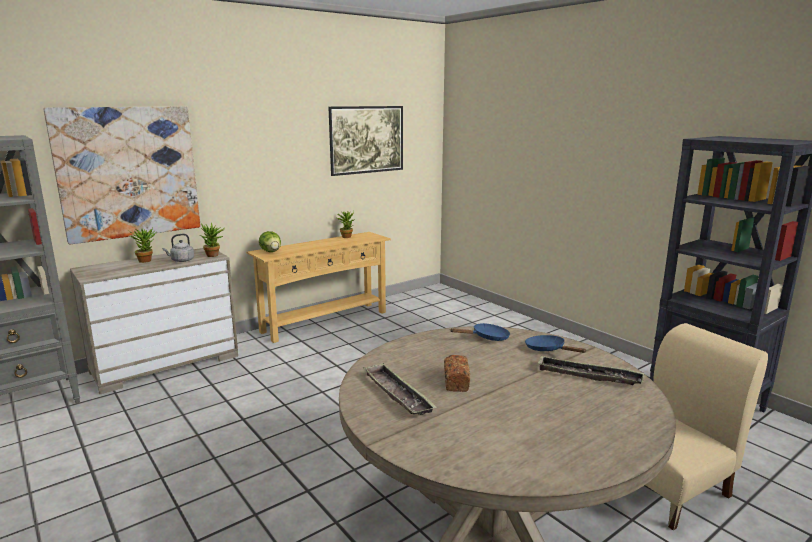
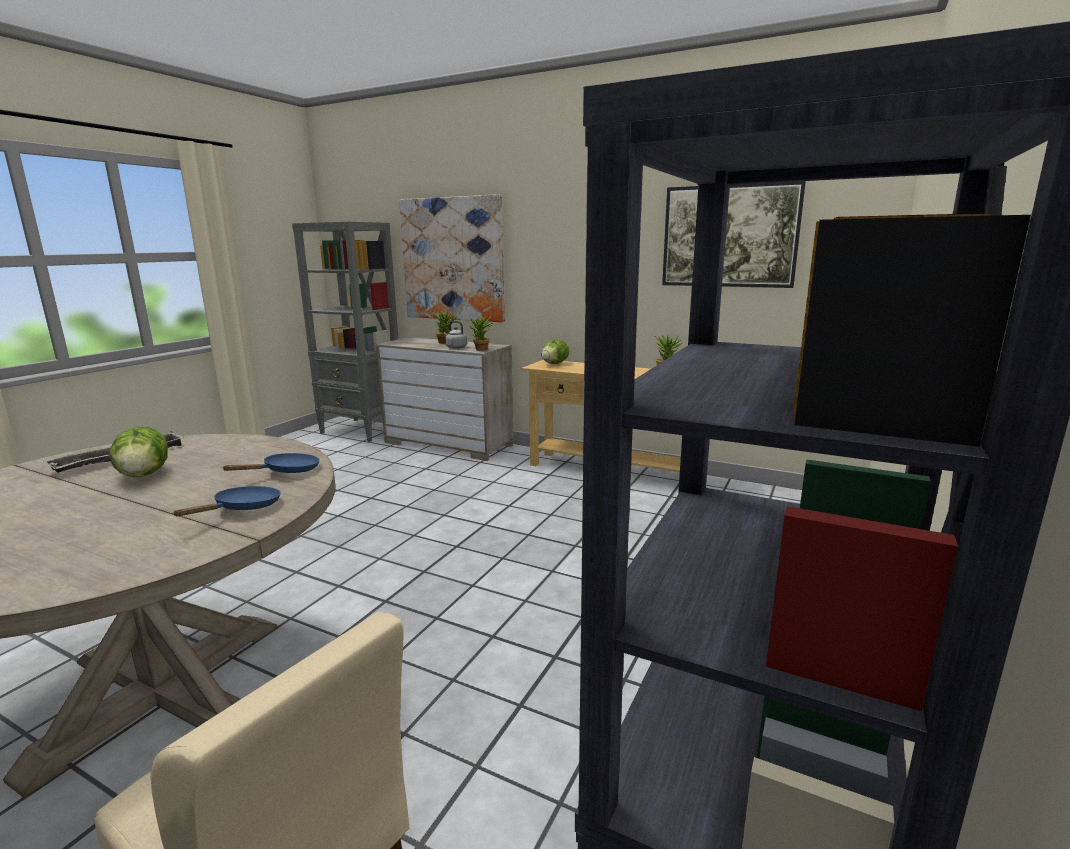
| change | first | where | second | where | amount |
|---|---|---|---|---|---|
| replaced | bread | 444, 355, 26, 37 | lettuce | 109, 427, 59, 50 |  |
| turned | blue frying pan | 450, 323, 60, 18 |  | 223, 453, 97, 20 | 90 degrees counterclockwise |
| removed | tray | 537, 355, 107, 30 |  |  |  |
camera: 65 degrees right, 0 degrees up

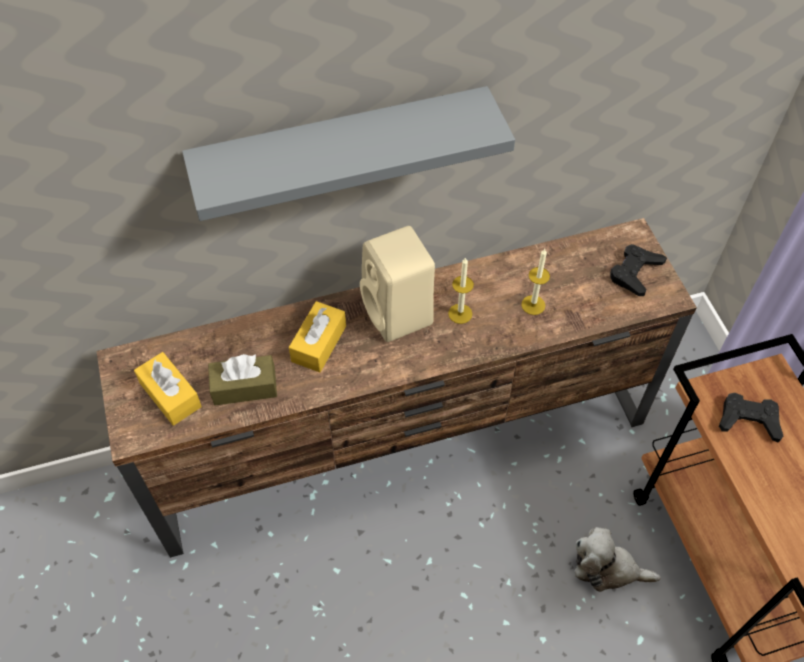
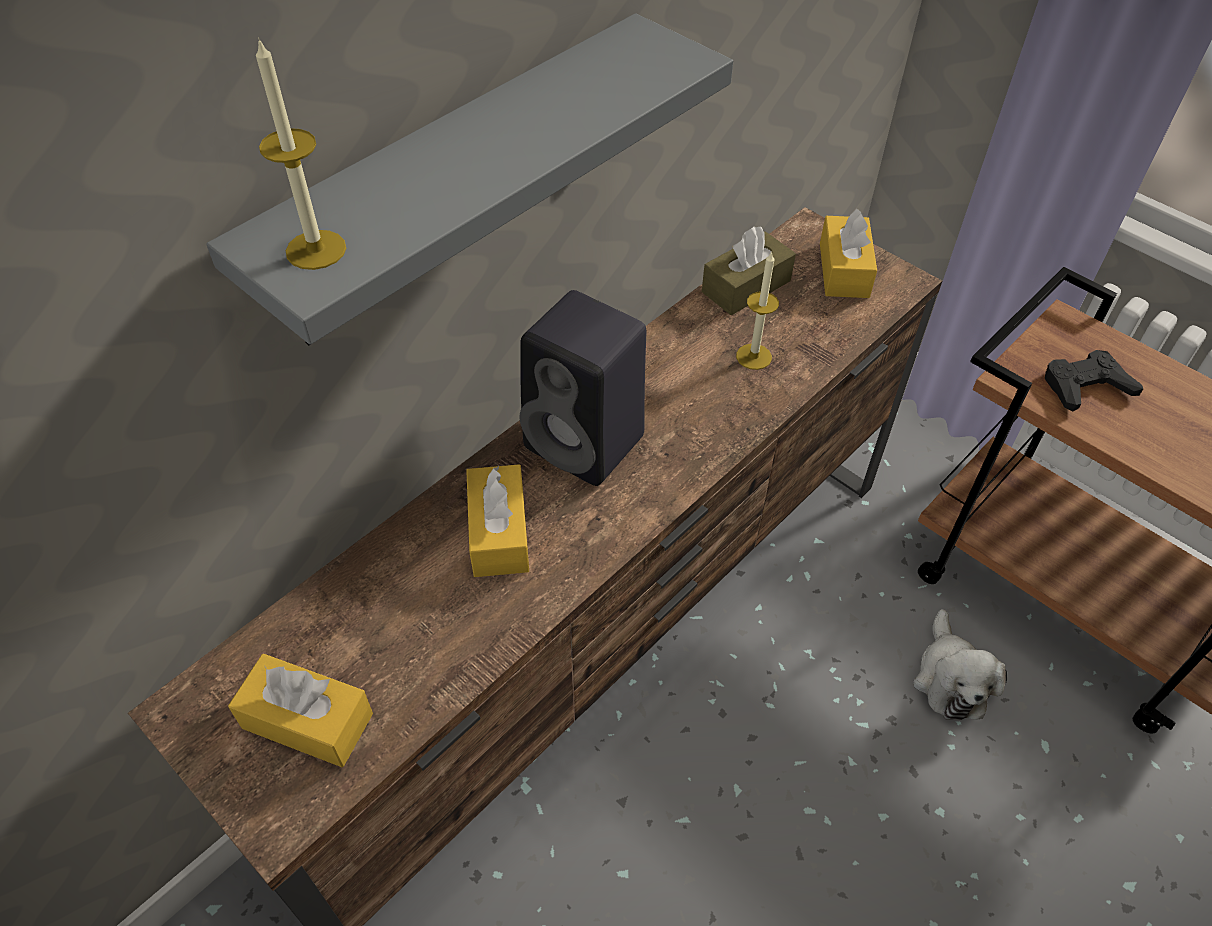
| change | first | where | second | where | amount |
|---|---|---|---|---|---|
| moved | brown tissue box | 208, 354, 69, 51 |  | 702, 227, 94, 88 |  |
| recoloured | beige speaker | 360, 226, 75, 116 | black speaker | 520, 290, 126, 196 |  |
| moved | candle | 448, 257, 26, 67 |  | 256, 37, 90, 233 |  |
| turned | plush toy | 575, 527, 86, 65 |  | 913, 609, 94, 111 | 75 degrees counterclockwise |
| replaced | black game controller | 610, 244, 57, 52 | yellow tissue box | 820, 208, 57, 90 |  |
camera: 30 degrees left, 5 degrees down

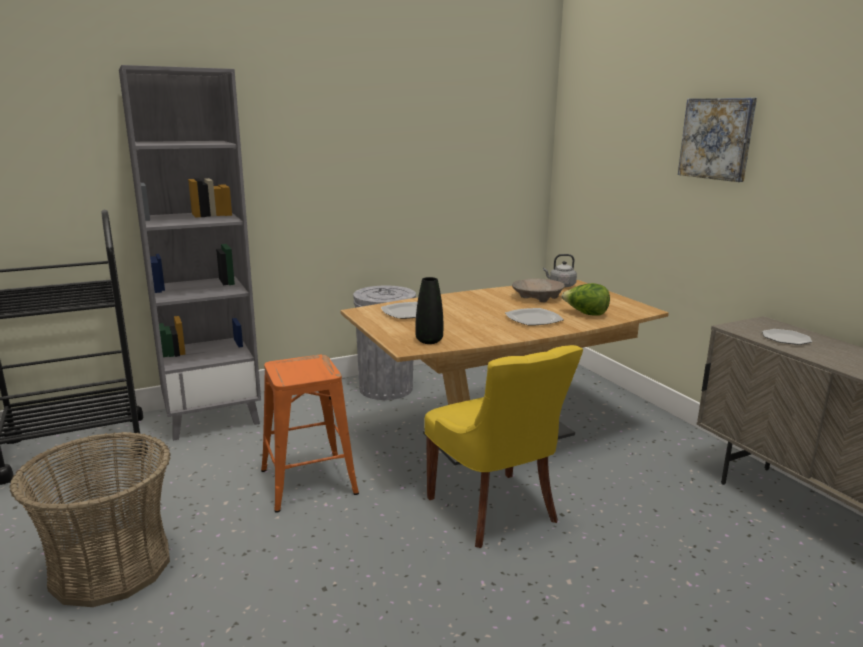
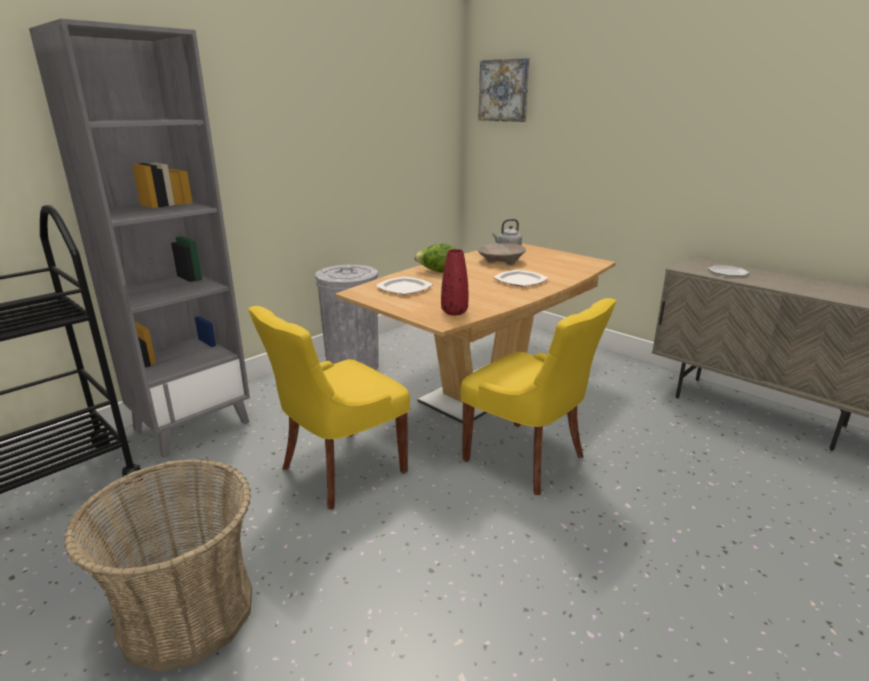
| change | first | where | second | where | amount |
|---|---|---|---|---|---|
| replaced | orange stool | 261, 355, 98, 158 | yellow chair | 248, 306, 162, 203 |  |
| recoloured | black vase | 415, 277, 28, 67 | red vase | 441, 249, 28, 66 |  |
| moved | lettuce | 562, 283, 48, 33 |  | 414, 243, 41, 30 |  |
| moved | picture | 678, 98, 79, 84 |  | 478, 58, 52, 64 |  |
camera: 20 degrees left, 5 degrees up

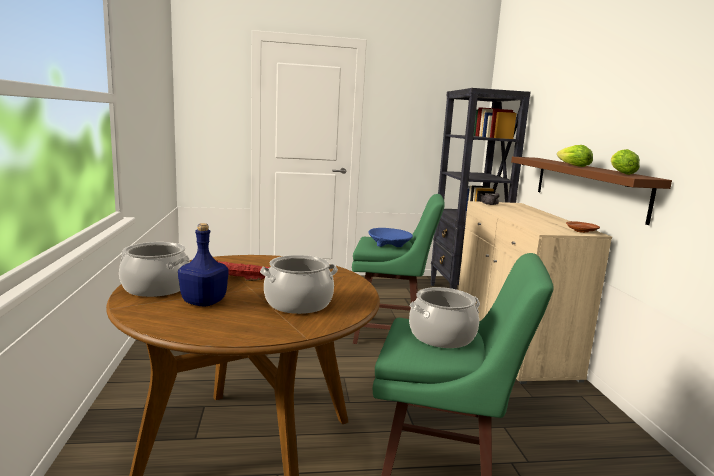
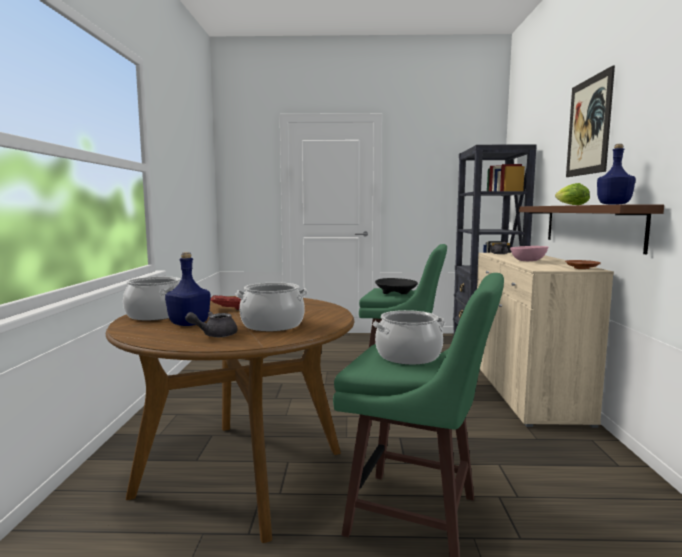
| change | first | where | second | where | amount |
|---|---|---|---|---|---|
| recoloured | blue bowl | 368, 228, 45, 19 | black bowl | 375, 278, 43, 16 |  |
| replaced | lettuce | 611, 149, 29, 26 | blue bottle | 597, 144, 39, 61 |  |
| added |  |  | grey teapot | 185, 311, 53, 26 |  |
| added |  |  | pink bowl | 510, 246, 38, 15 |  |
| added |  |  | picture | 566, 65, 49, 112 |  |
camera: 10 degrees right, 5 degrees down

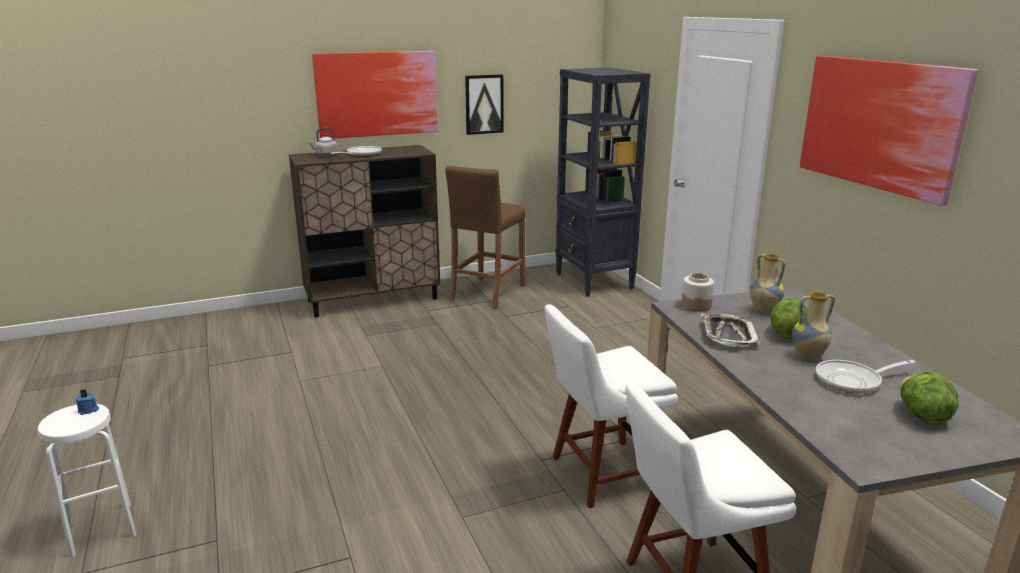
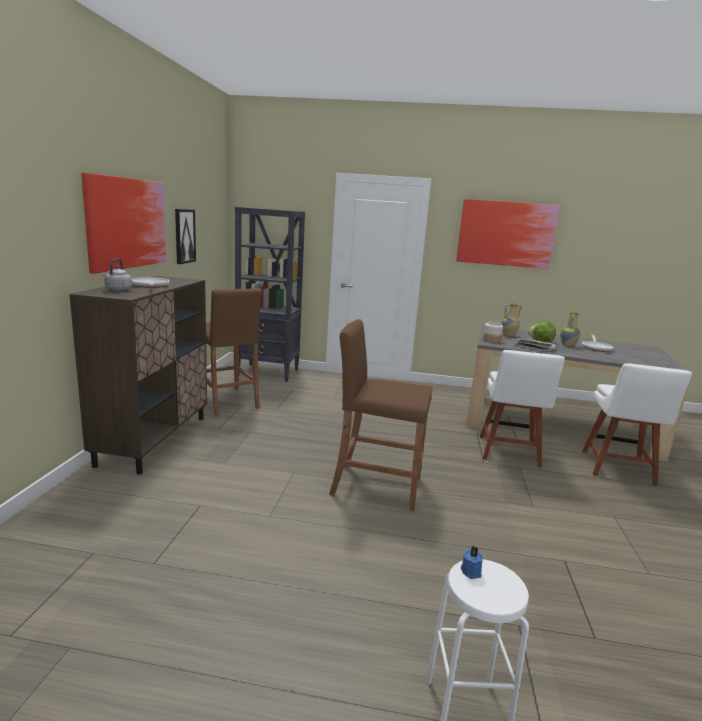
| change | first | where | second | where | amount |
|---|---|---|---|---|---|
| removed | lettuce | 900, 371, 59, 54 |  |  |  |
| added |  |  | brown stool | 329, 319, 103, 192 |  |
camera: 60 degrees left, 5 degrees down

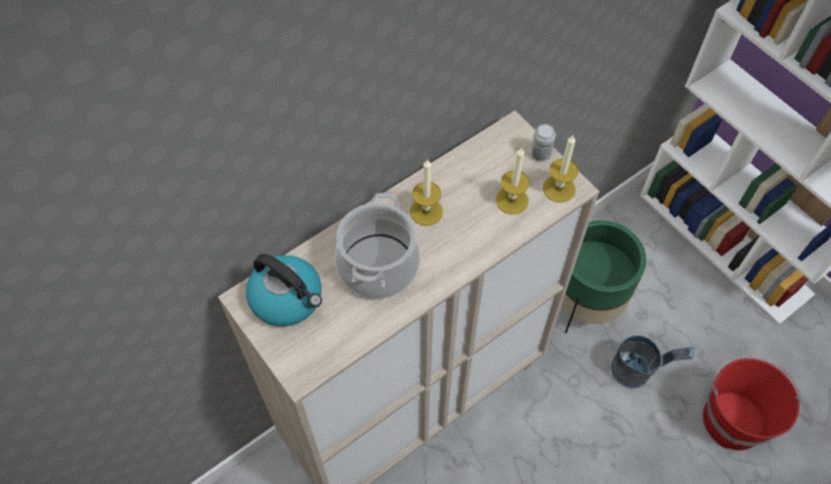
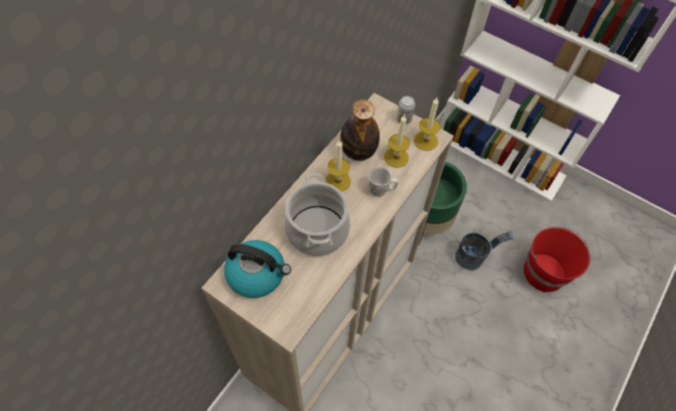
| change | first | where | second | where | amount |
|---|---|---|---|---|---|
| added |  |  | bottle | 340, 100, 40, 61 |  |
| added |  |  | white mug | 369, 167, 30, 30 |  |
camera: 20 degrees left, 0 degrees up

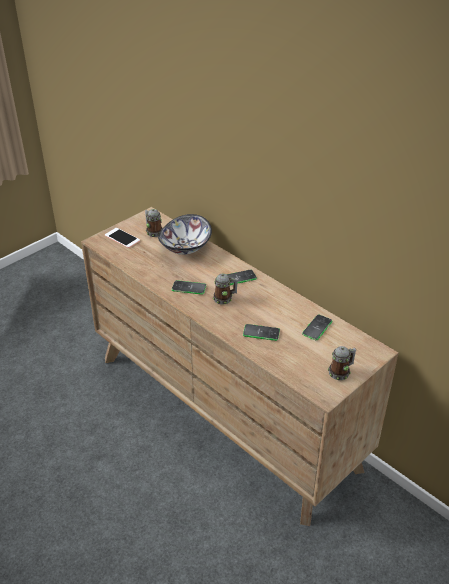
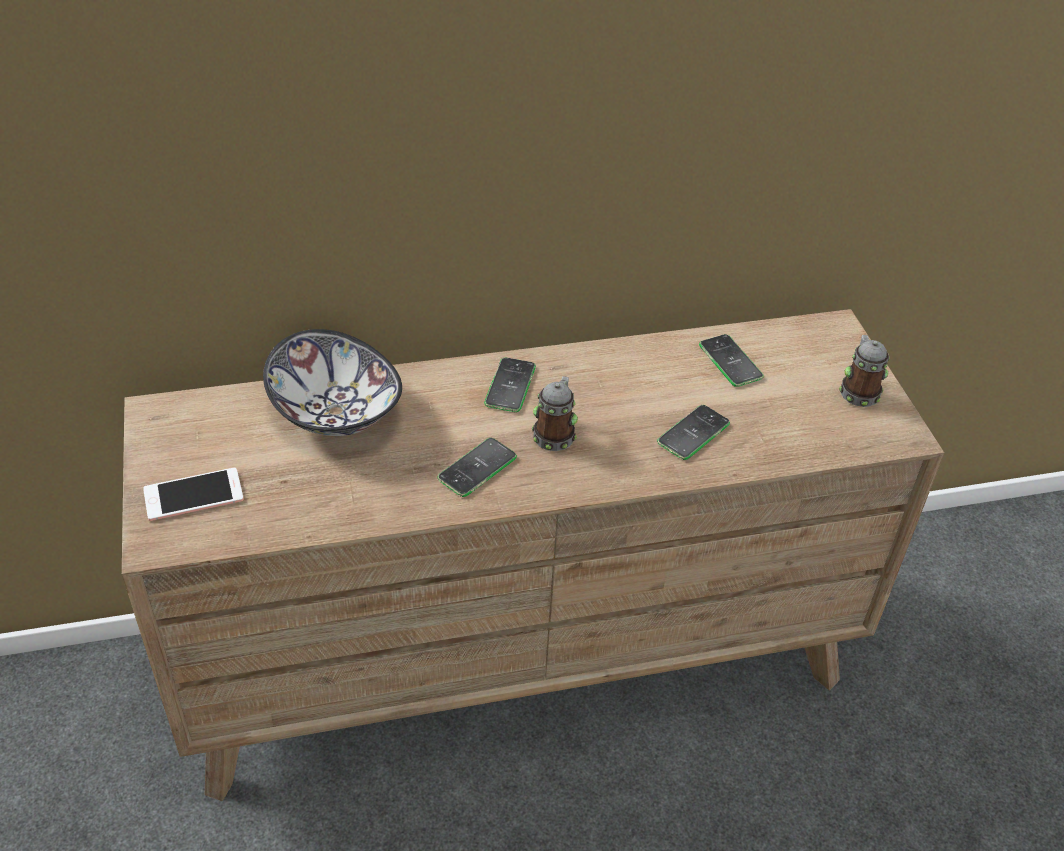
| change | first | where | second | where | amount |
|---|---|---|---|---|---|
| removed | mug | 145, 209, 17, 28 |  |  |  |
camera: 60 degrees left, 5 degrees up

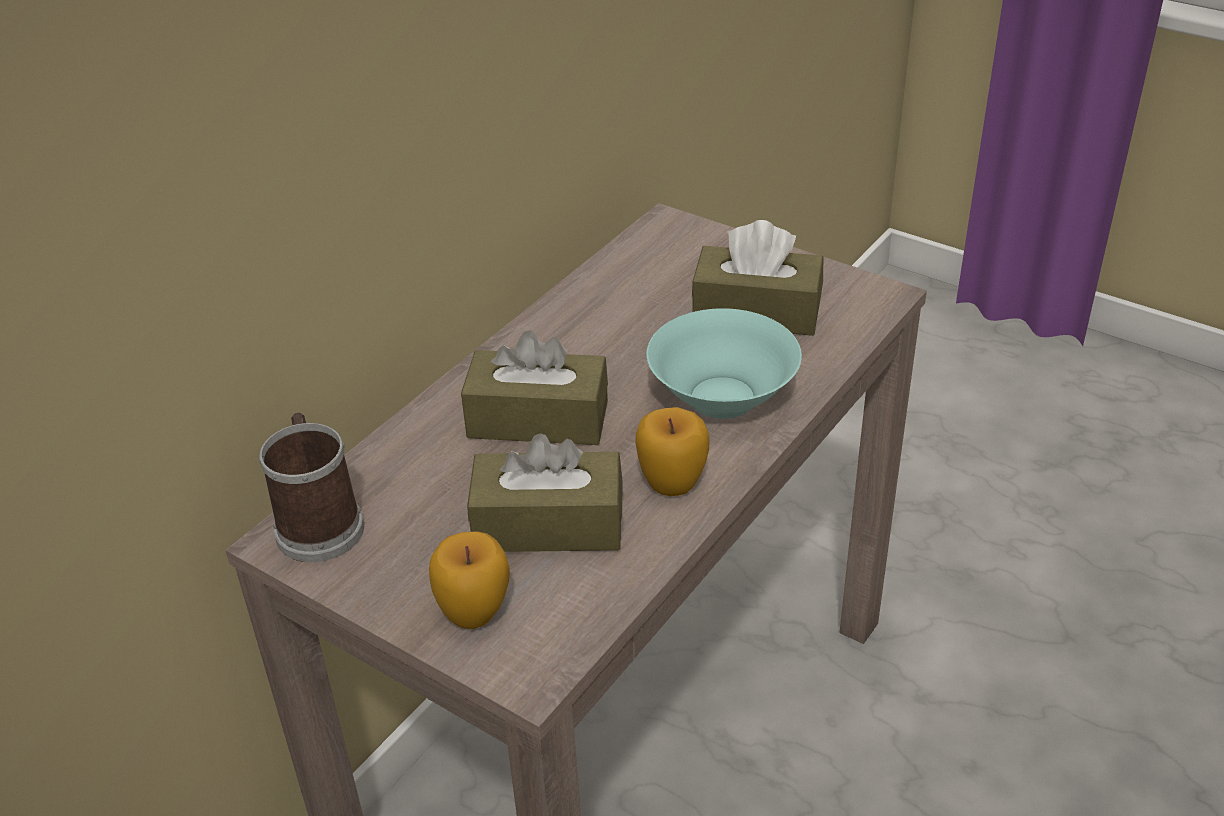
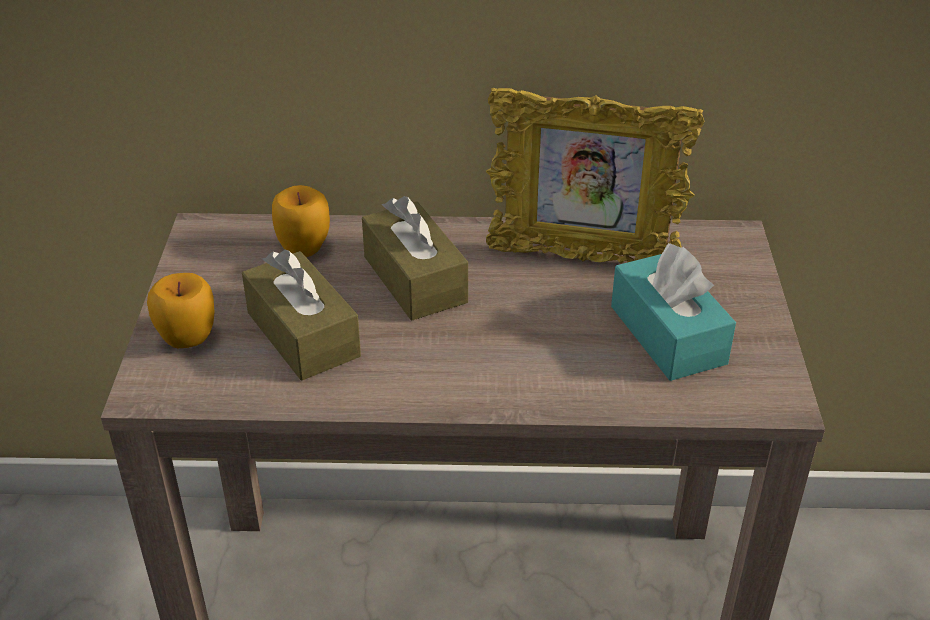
| change | first | where | second | where | amount |
|---|---|---|---|---|---|
| removed | mug | 259, 413, 105, 149 |  |  |  |
| moved | apple | 635, 407, 74, 89 |  | 272, 185, 58, 72 |  |
| removed | turquoise bowl | 647, 308, 155, 111 |  |  |  |
| recoloured | brown tissue box | 692, 220, 131, 116 | turquoise tissue box | 611, 243, 125, 138 |  |
| added |  |  | picture frame | 486, 88, 218, 175 |  |
camera: 55 degrees right, 0 degrees up

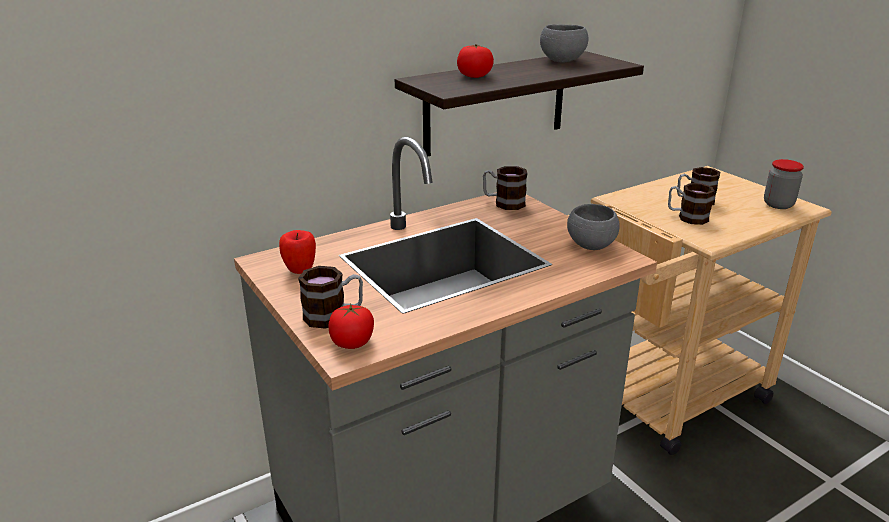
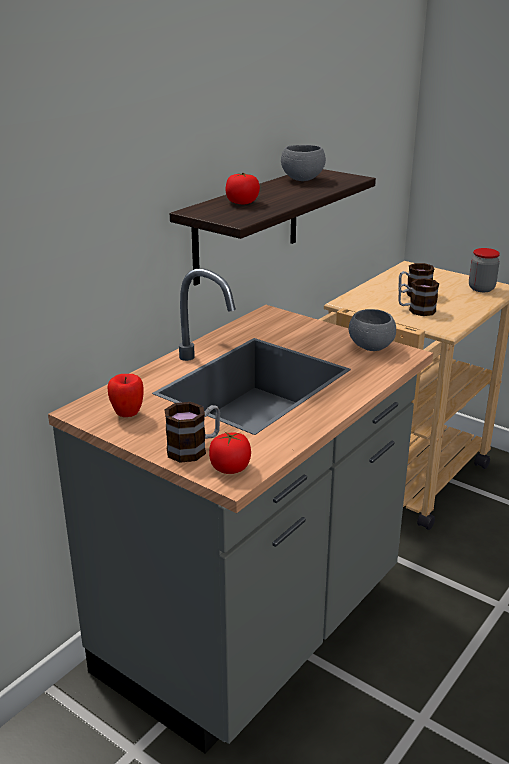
| change | first | where | second | where | amount |
|---|---|---|---|---|---|
| removed | mug | 483, 166, 45, 44 |  |  |  |
camera: 20 degrees left, 0 degrees up

